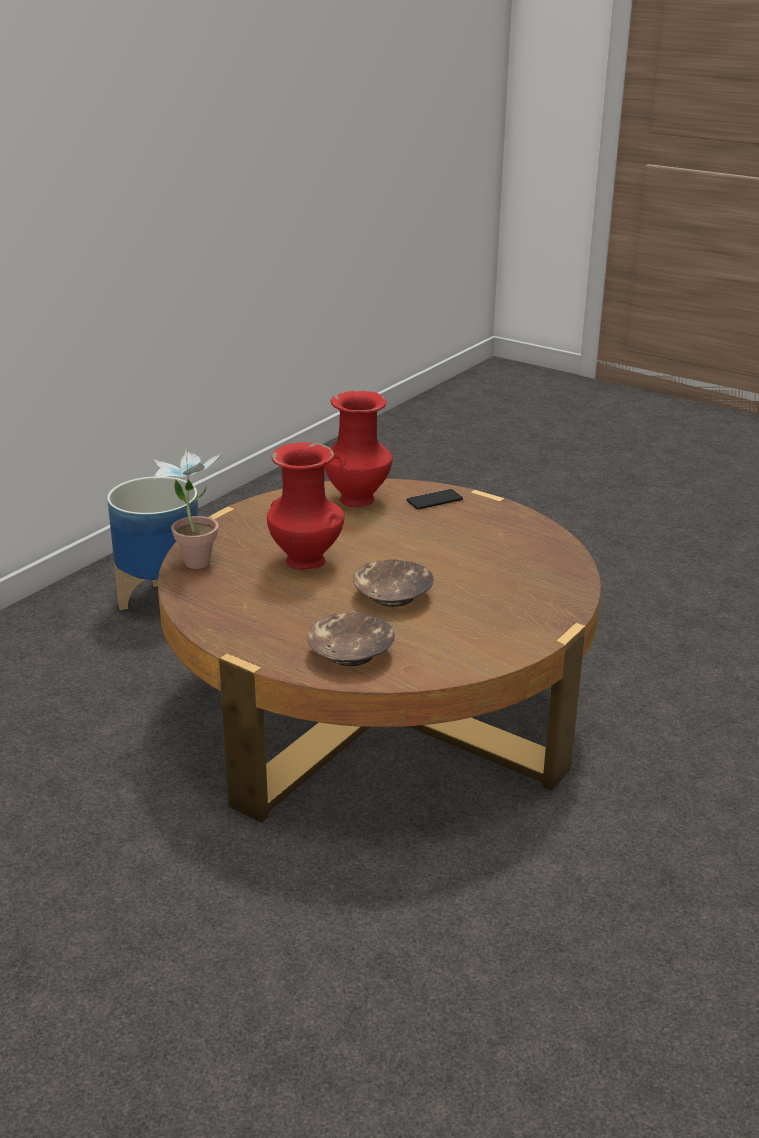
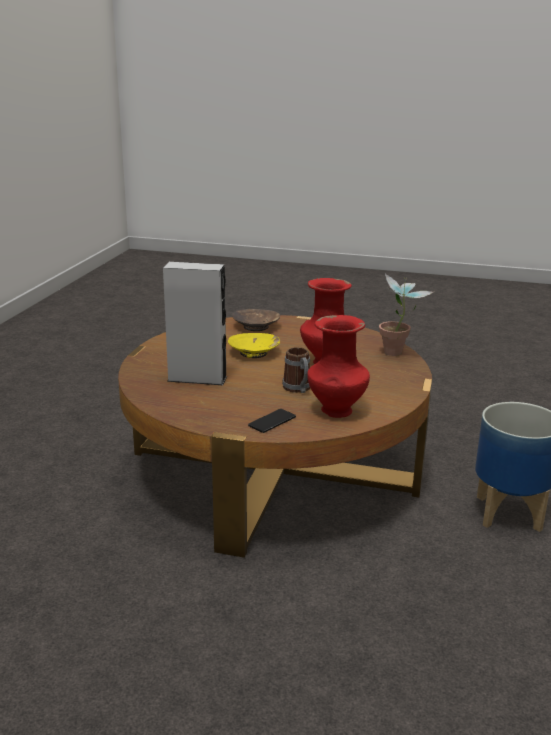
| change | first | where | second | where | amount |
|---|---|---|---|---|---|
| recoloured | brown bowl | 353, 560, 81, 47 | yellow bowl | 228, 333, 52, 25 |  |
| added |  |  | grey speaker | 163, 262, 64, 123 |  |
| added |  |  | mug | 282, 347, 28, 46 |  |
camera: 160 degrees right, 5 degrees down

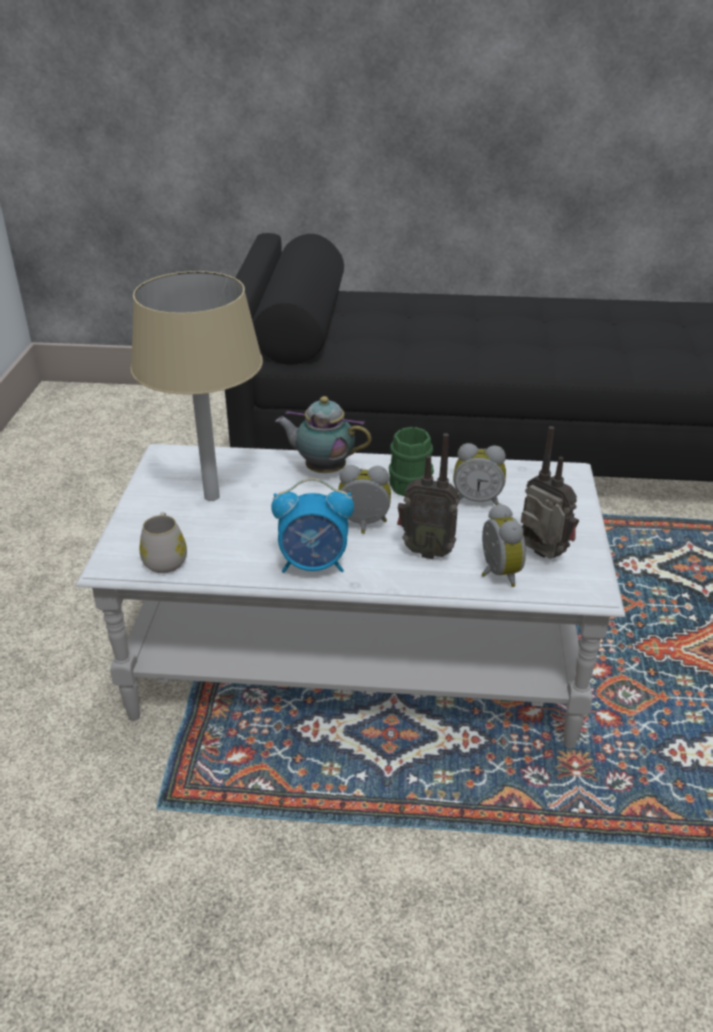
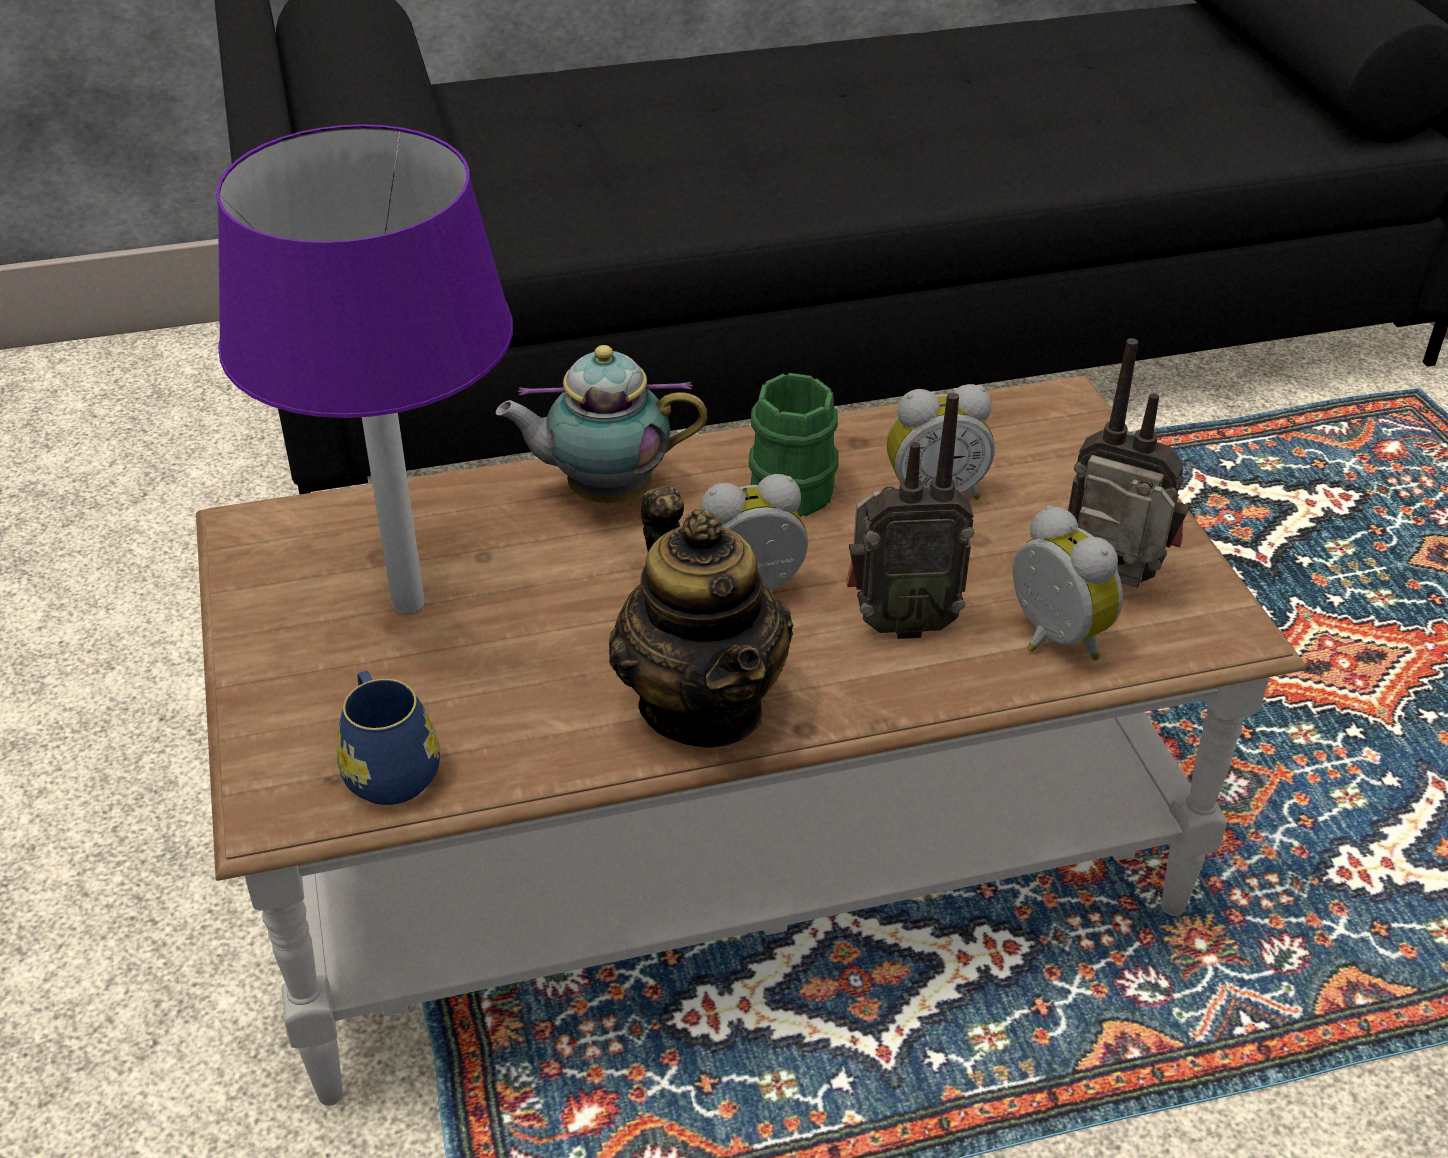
| change | first | where | second | where | amount |
|---|---|---|---|---|---|
| recoloured | white coffee table | 76, 444, 549, 304 | brown coffee table | 196, 376, 1110, 730 |  |
| recoloured | beige table lamp | 131, 271, 132, 230 | purple table lamp | 216, 124, 297, 490 |  |
| recoloured | white mug | 140, 512, 47, 61 | blue mug | 336, 671, 104, 134 |  |
| replaced | alarm clock | 271, 478, 83, 95 | teapot | 609, 486, 184, 262 |  |
camera: 20 degrees left, 5 degrees up

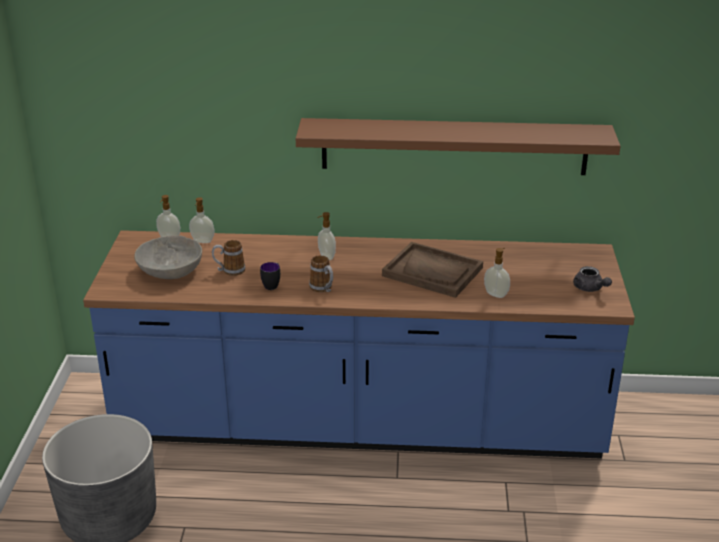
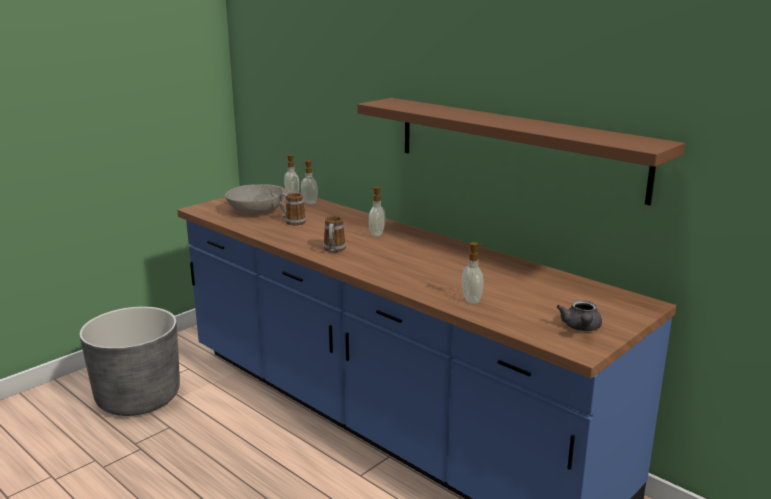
| change | first | where | second | where | amount |
|---|---|---|---|---|---|
| removed | mug | 260, 262, 20, 28 |  |  |  |
| removed | brown tray | 382, 242, 101, 56 |  |  |  |
camera: 40 degrees right, 10 degrees down

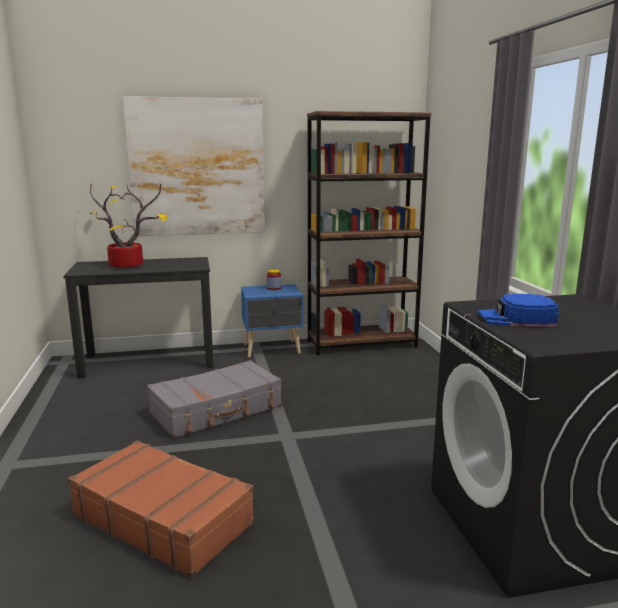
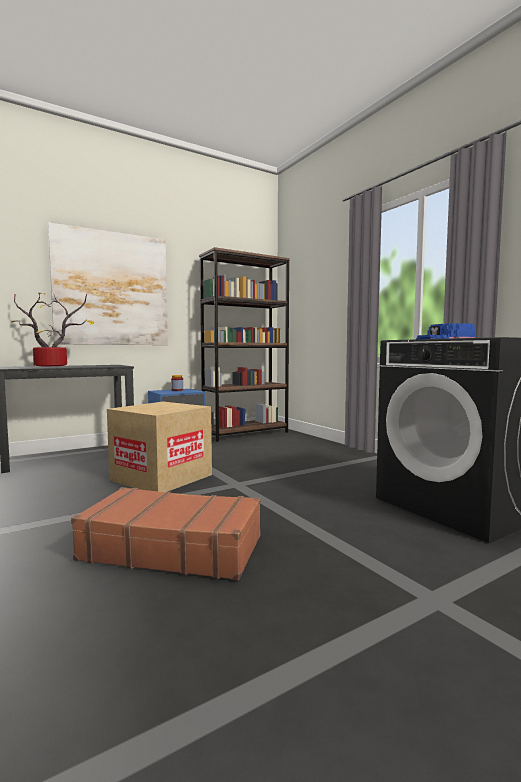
| change | first | where | second | where | amount |
|---|---|---|---|---|---|
| replaced | grey suitcase | 147, 360, 135, 78 | cardboard box | 107, 402, 105, 90 |  |
camera: 20 degrees left, 10 degrees down

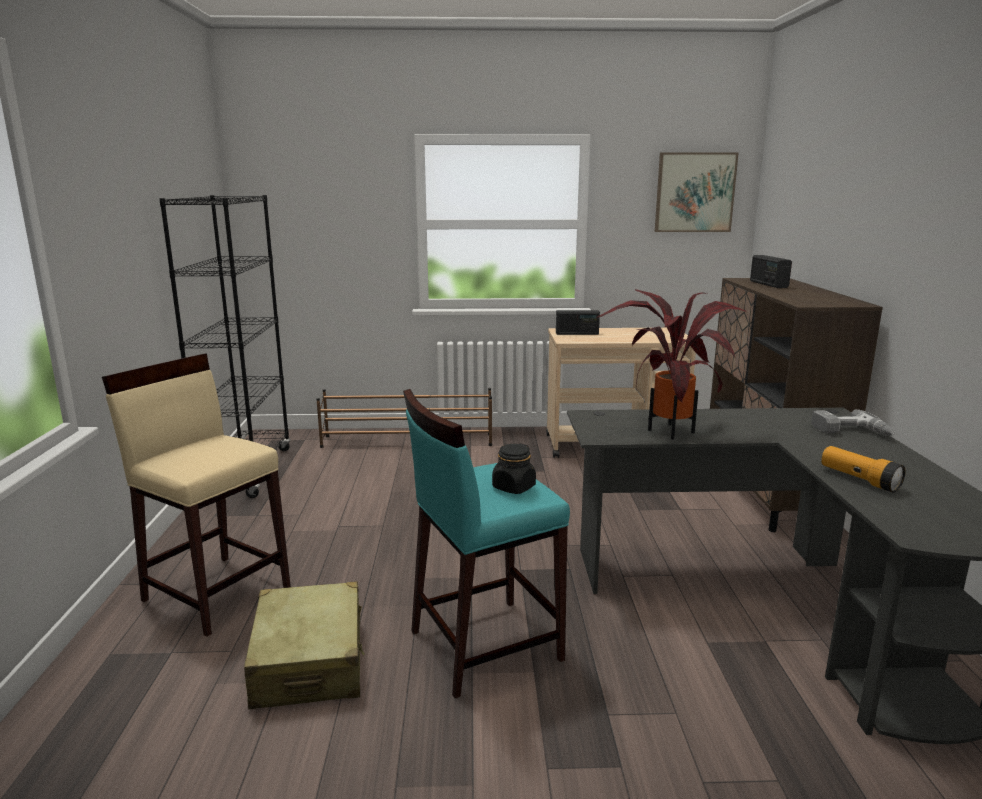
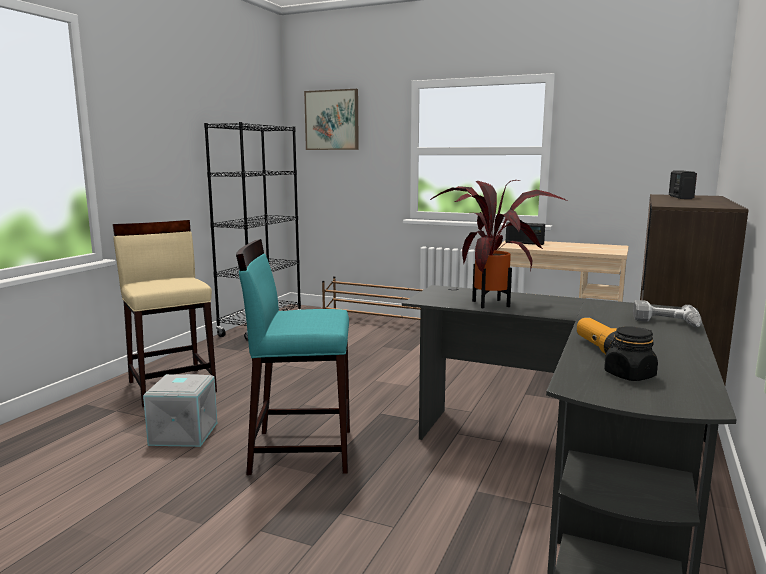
| change | first | where | second | where | amount |
|---|---|---|---|---|---|
| replaced | beige suitcase | 244, 581, 120, 128 | grey storage box | 143, 374, 74, 73 |  |
| moved | black jar | 492, 444, 44, 50 |  | 604, 326, 54, 55 |  |
| moved | picture | 655, 152, 83, 80 |  | 304, 89, 55, 61 |  |
camera: 25 degrees right, 5 degrees down

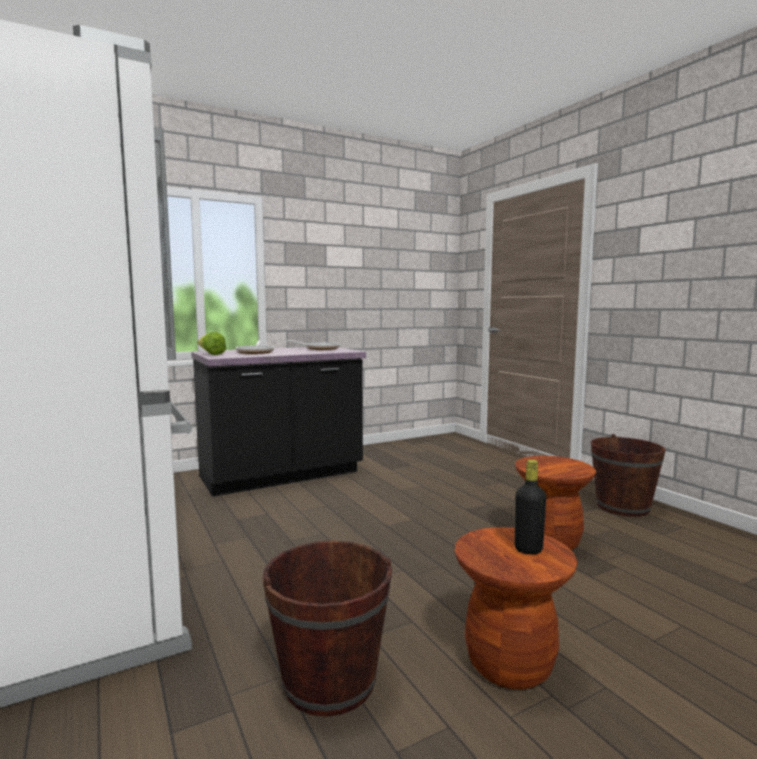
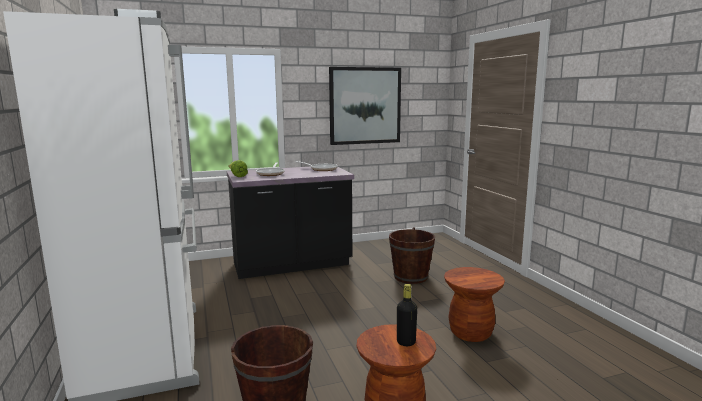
| change | first | where | second | where | amount |
|---|---|---|---|---|---|
| moved | brown bucket | 591, 434, 75, 83 |  | 389, 227, 46, 57 |  |
| added |  |  | picture | 329, 67, 72, 78 |  |
camera: 10 degrees right, 5 degrees up

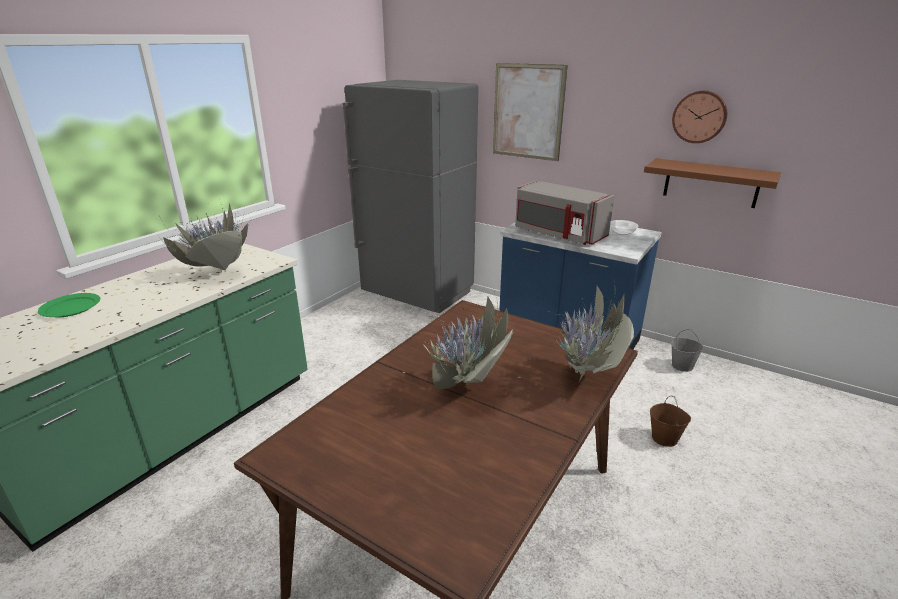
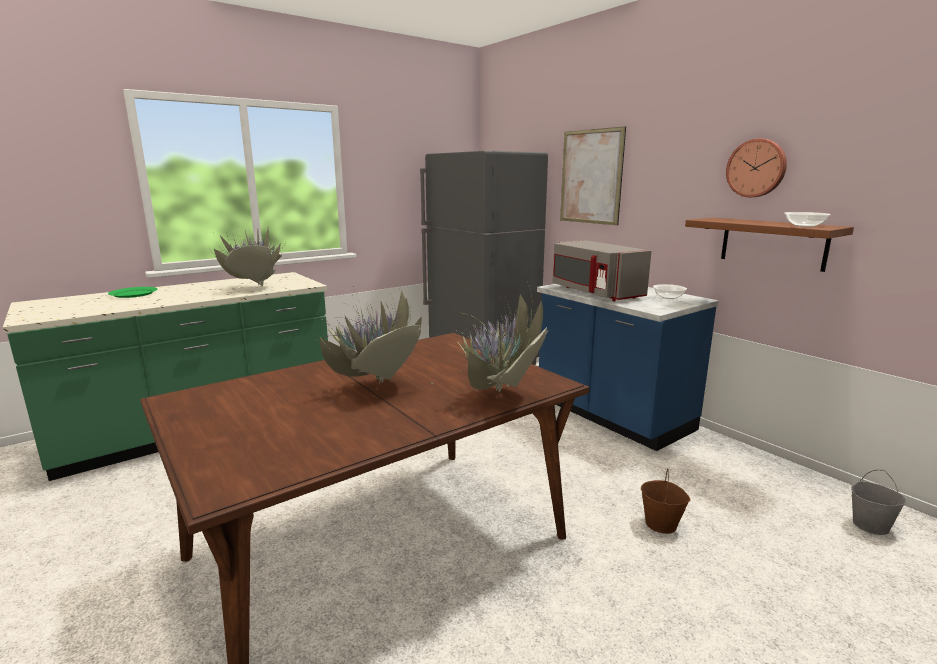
| change | first | where | second | where | amount |
|---|---|---|---|---|---|
| moved | grey bucket | 671, 329, 32, 43 |  | 851, 470, 56, 65 |  |
| added |  |  | bowl | 784, 212, 47, 15 |  |
camera: 20 degrees right, 10 degrees down

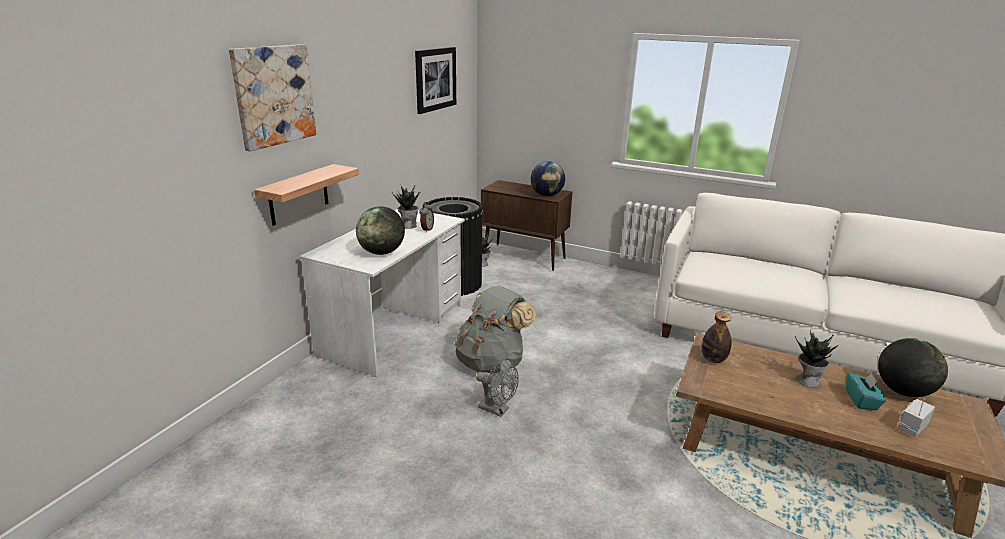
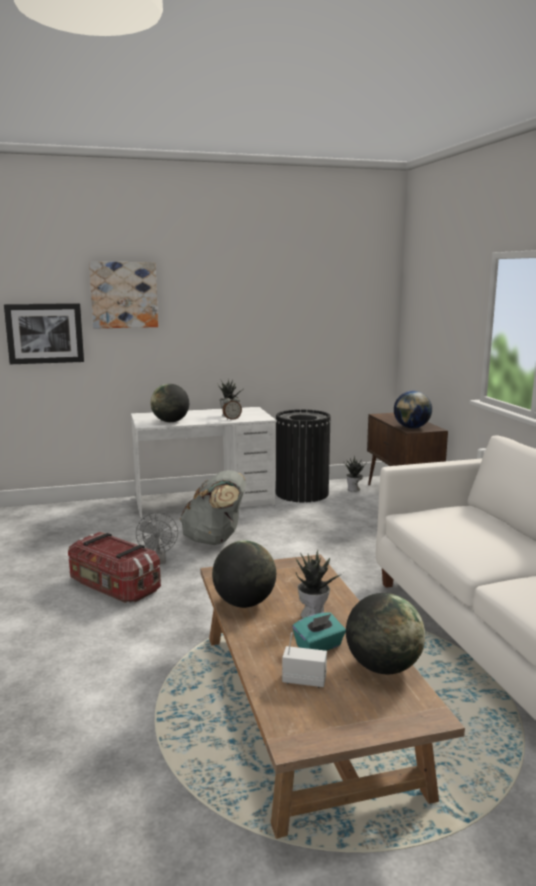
| change | first | where | second | where | amount |
|---|---|---|---|---|---|
| removed | shelf | 254, 164, 105, 62 |  |  |  |
| moved | picture | 415, 47, 41, 67 |  | 4, 303, 80, 61 |  |
| removed | bottle | 701, 312, 31, 51 |  |  |  |
| added |  |  | storage box | 68, 532, 93, 71 |  |
| added |  |  | globe | 212, 540, 64, 68 |  |
camera: 50 degrees right, 10 degrees down

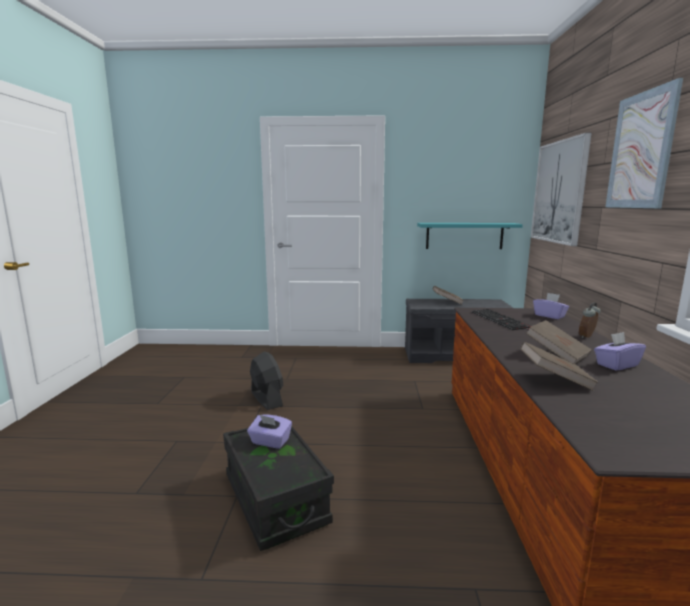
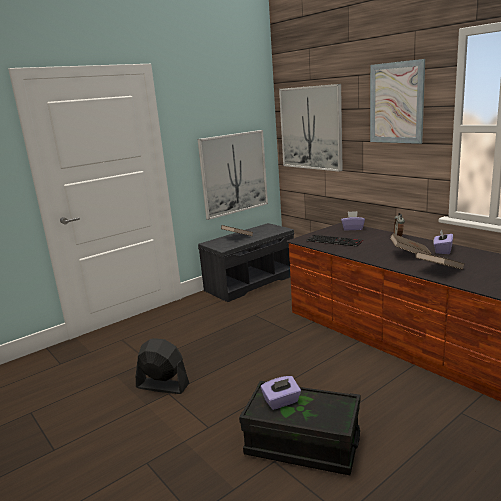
| change | first | where | second | where | amount |
|---|---|---|---|---|---|
| replaced | turquoise shelf | 417, 223, 106, 26 | picture | 198, 130, 70, 90 |  |
camera: 40 degrees left, 5 degrees up

